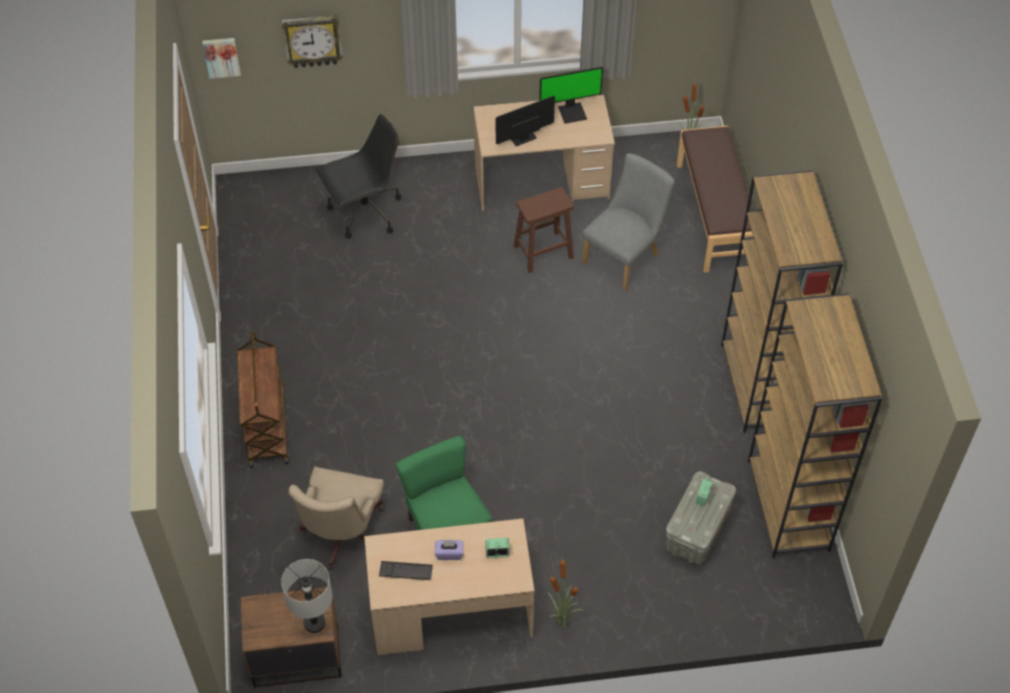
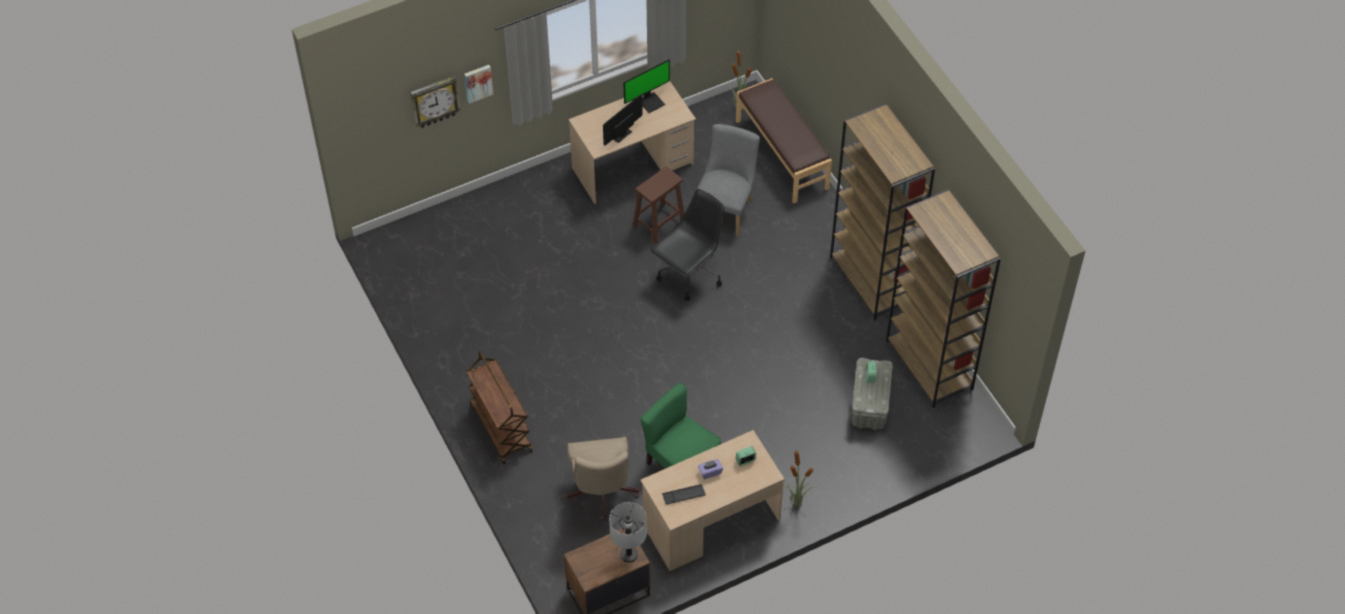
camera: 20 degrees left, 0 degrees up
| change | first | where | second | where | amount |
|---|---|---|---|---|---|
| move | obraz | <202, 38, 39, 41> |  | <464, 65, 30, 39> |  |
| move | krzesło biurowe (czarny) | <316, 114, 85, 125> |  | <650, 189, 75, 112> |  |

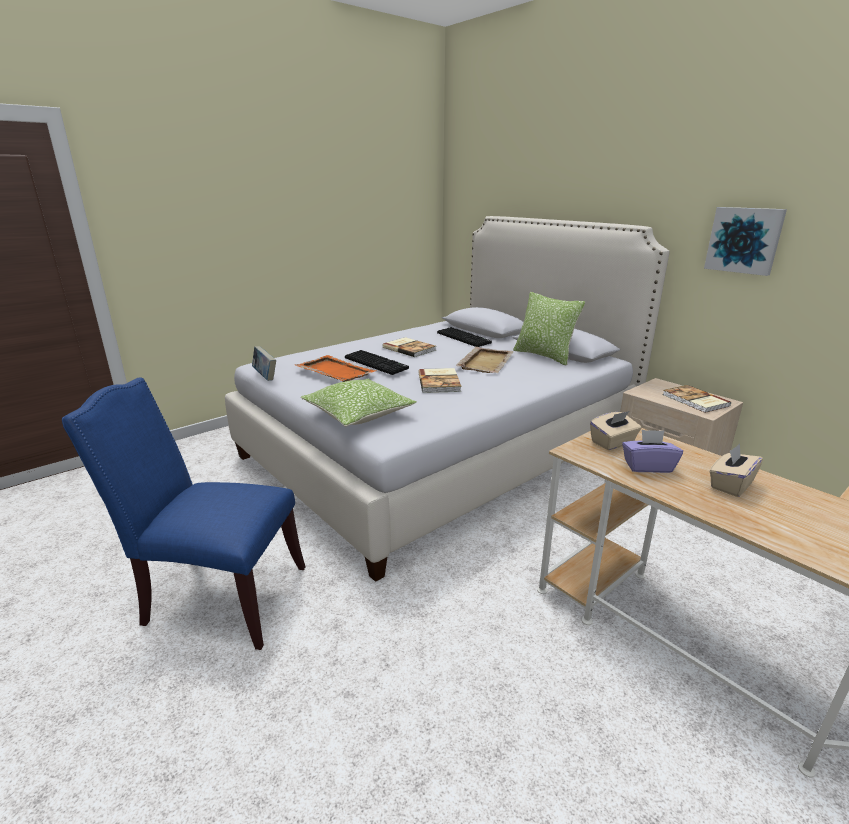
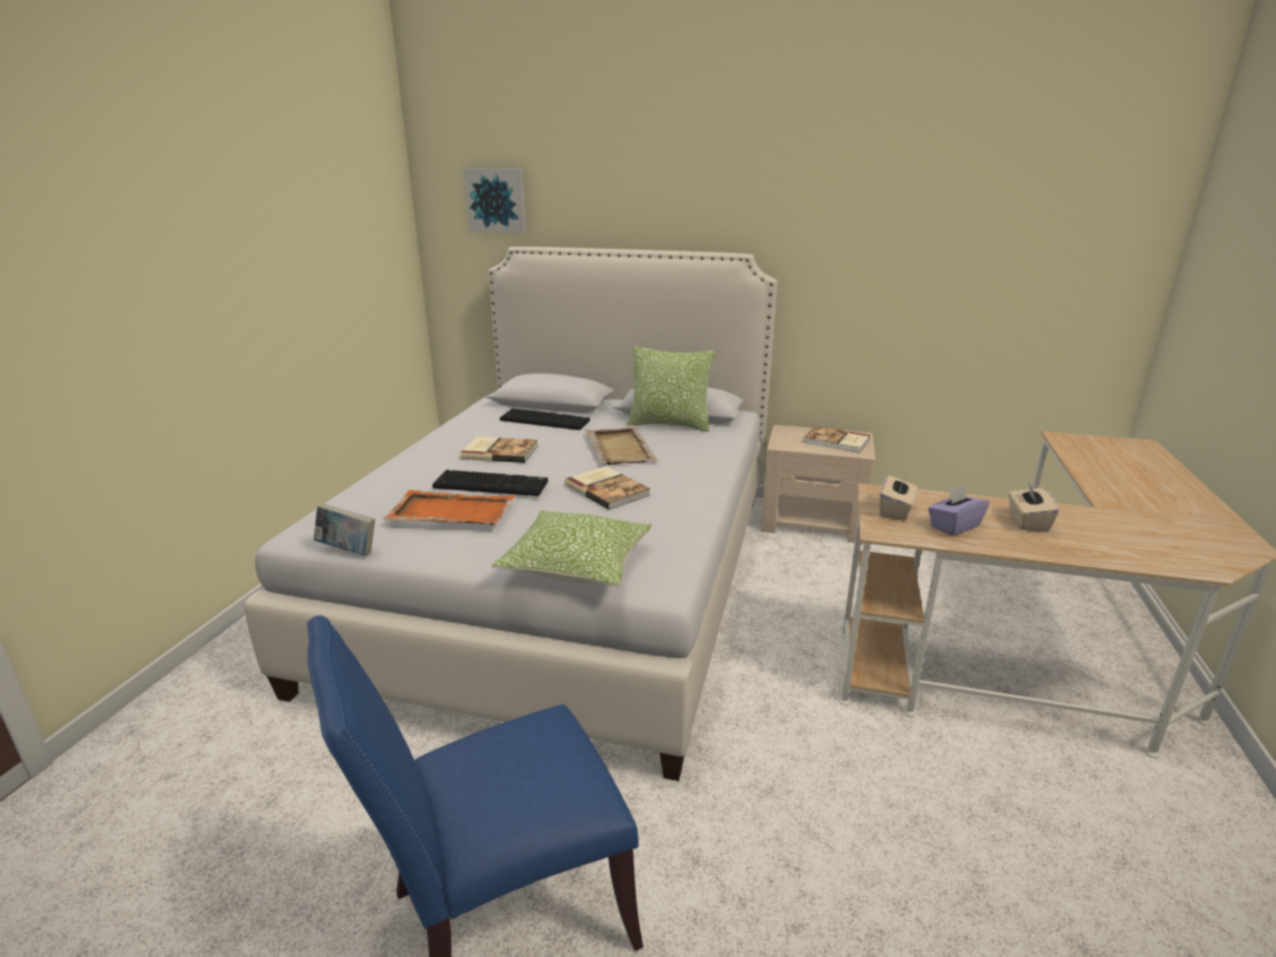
camera: 35 degrees left, 0 degrees up
| change | first | where | second | where | amount |
|---|---|---|---|---|---|
| move | obraz | <704, 207, 83, 69> |  | <464, 168, 62, 65> |  |

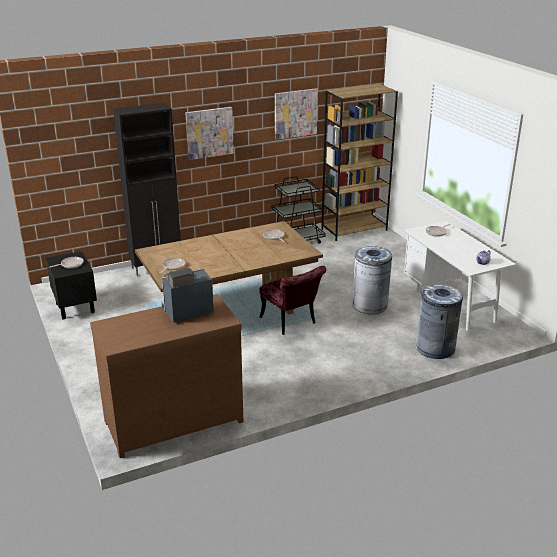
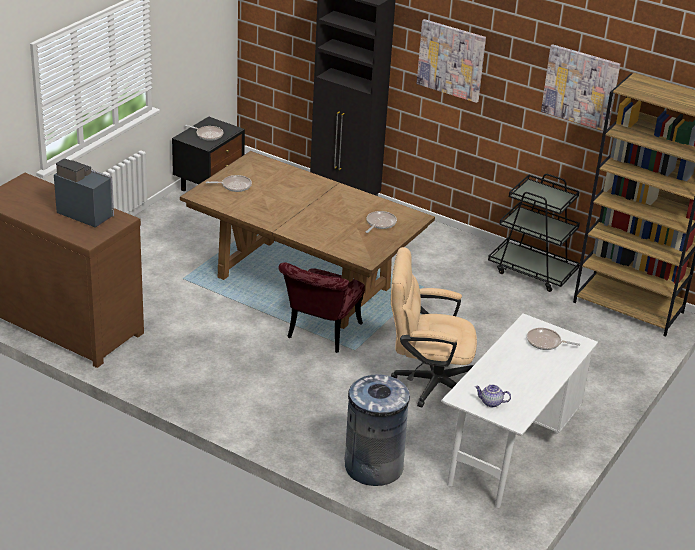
camera: 55 degrees right, 5 degrees up
| change | first | where | second | where | amount |
|---|---|---|---|---|---|
| replace | kosz na śmieci (szary) | <352, 246, 40, 68> | krzesło biurowe (beżowy) | <391, 247, 86, 160> |  |

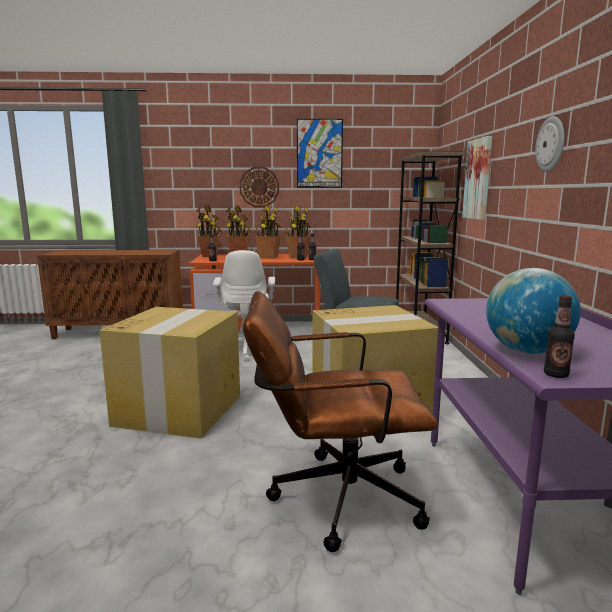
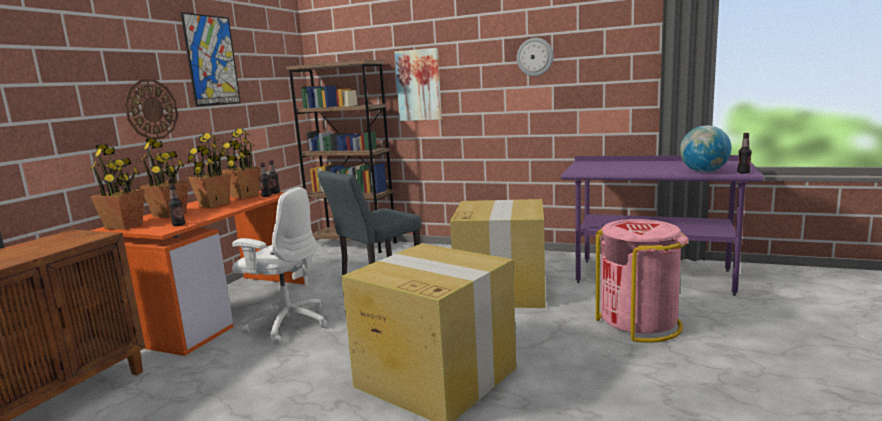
camera: 65 degrees left, 0 degrees up
| change | first | where | second | where | amount |
|---|---|---|---|---|---|
| replace | krzesło biurowe (brązowy) | <243, 291, 194, 261> | kosz na śmieci (różowy) | <595, 219, 94, 124> |  |

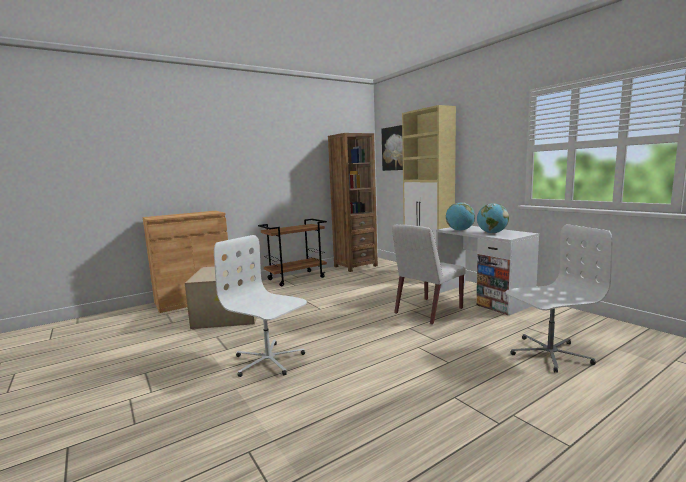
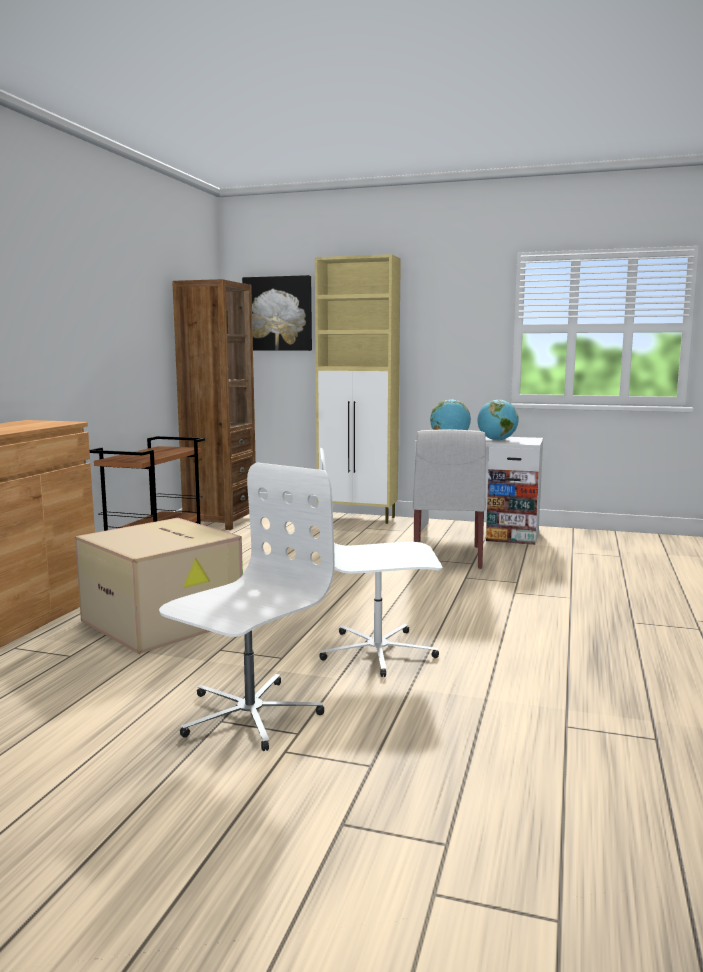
camera: 40 degrees left, 0 degrees up
| change | first | where | second | where | amount |
|---|---|---|---|---|---|
| move | krzesło biurowe (biały) | <506, 224, 107, 149> |  | <159, 462, 176, 289> |  |

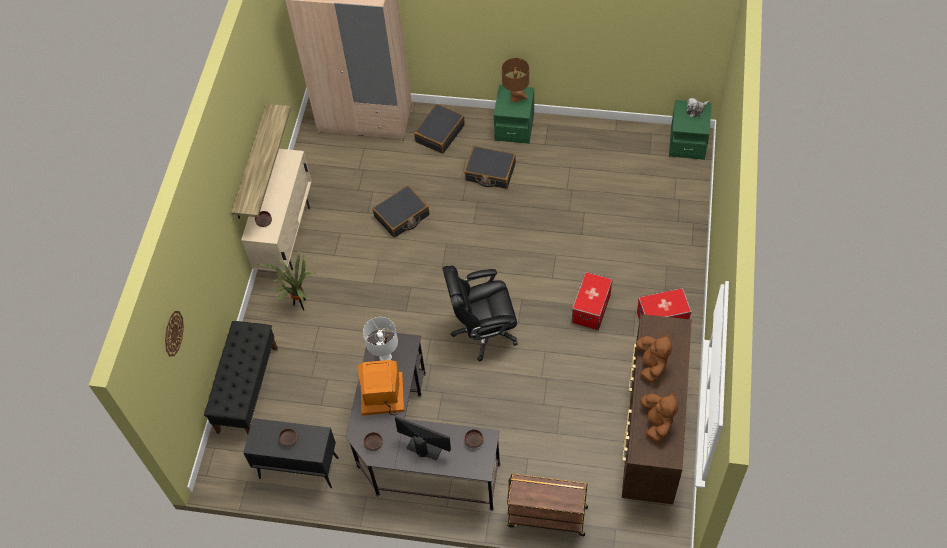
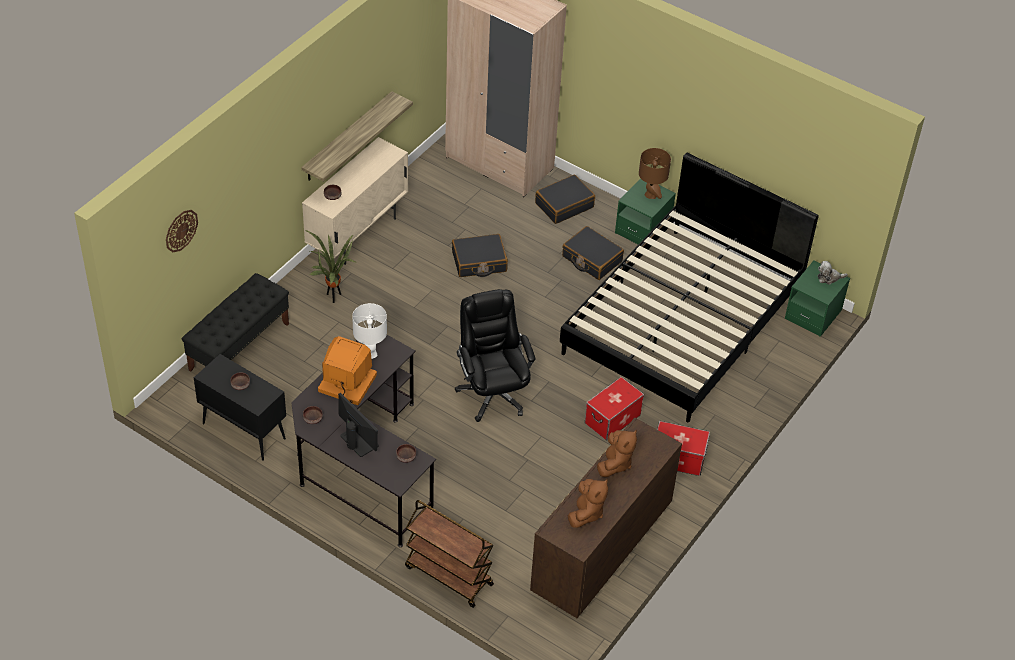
camera: 20 degrees right, 10 degrees down
| change | first | where | second | where | amount |
|---|---|---|---|---|---|
| rotate | krzesło biurowe (czarny) | <442, 266, 76, 95> |  | <455, 289, 80, 133> | 60 degrees clockwise |
| insert |  |  | łóżko (czarny) | <560, 153, 259, 269> |  |

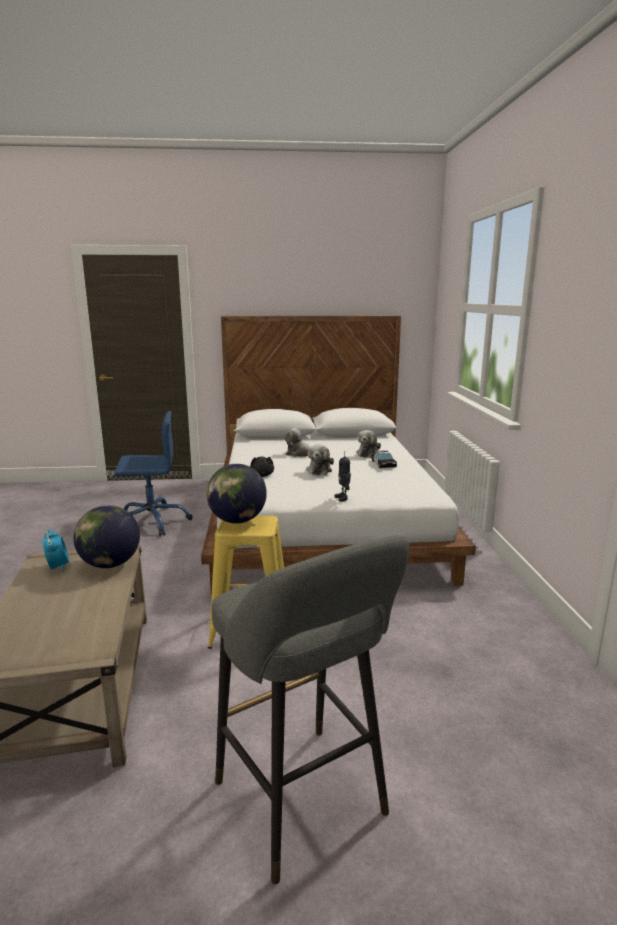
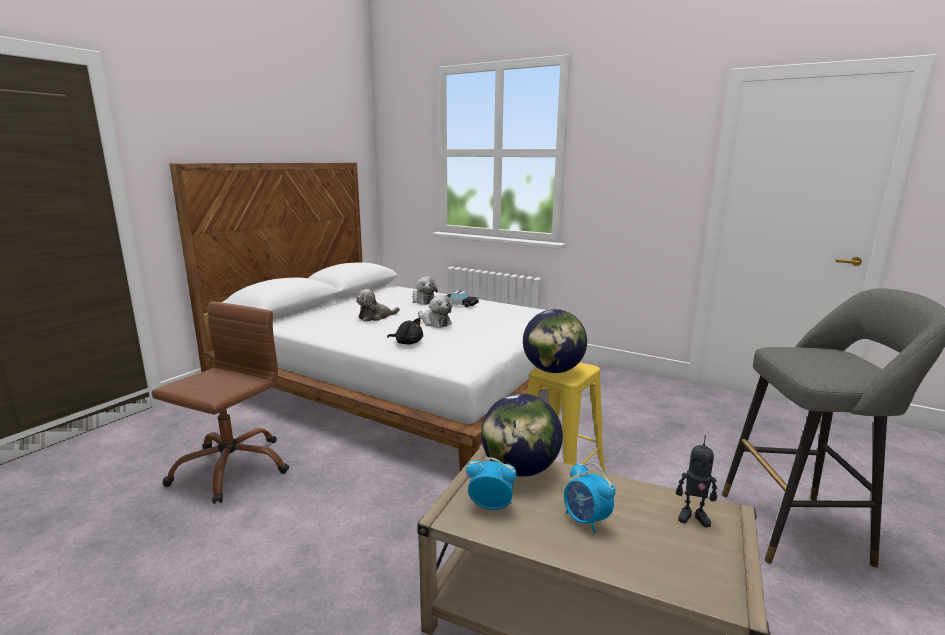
camera: 55 degrees left, 0 degrees up
| change | first | where | second | where | amount |
|---|---|---|---|---|---|
| recolor | krzesło biurowe (niebieski) | <114, 411, 79, 126> | krzesło biurowe (brązowy) | <152, 302, 137, 202> |  |
| move | robot zabawkowy | <335, 451, 16, 51> |  | <676, 435, 41, 92> |  |
| insert |  |  | budzik | <564, 463, 51, 71> |  |

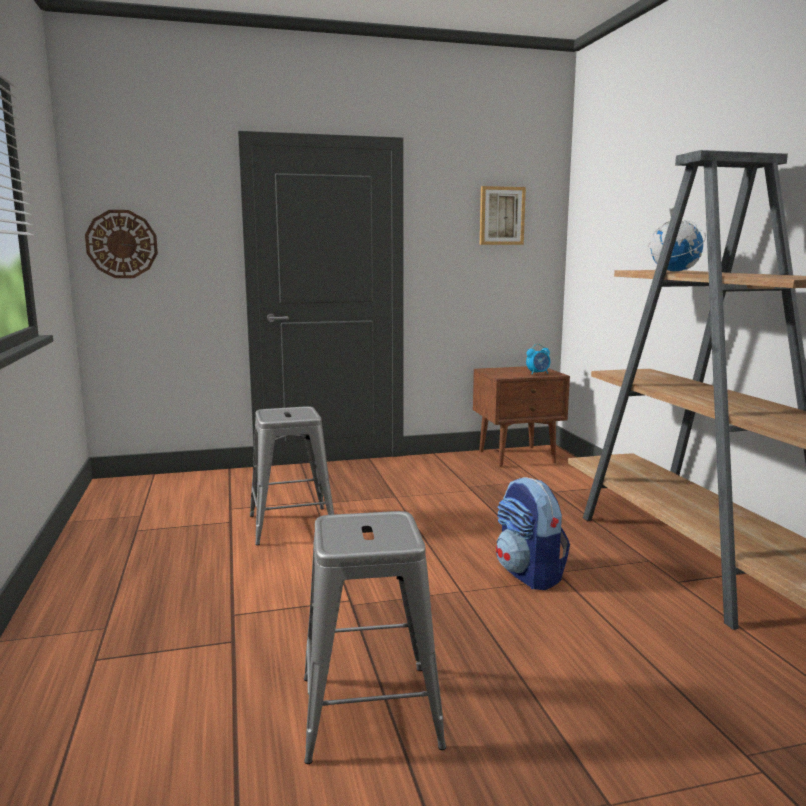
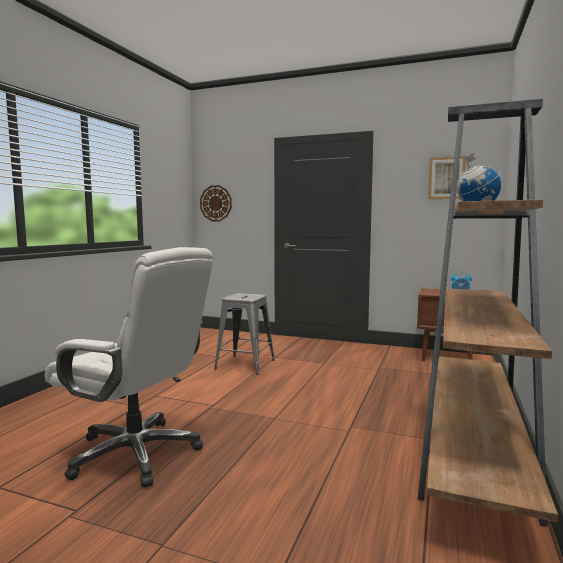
camera: 35 degrees right, 5 degrees down
| change | first | where | second | where | amount |
|---|---|---|---|---|---|
| delete | plecak | <496, 477, 74, 113> |  |  |  |
| replace | stołek (szary) | <304, 511, 142, 253> | krzesło biurowe (biały) | <45, 247, 168, 241> |  |

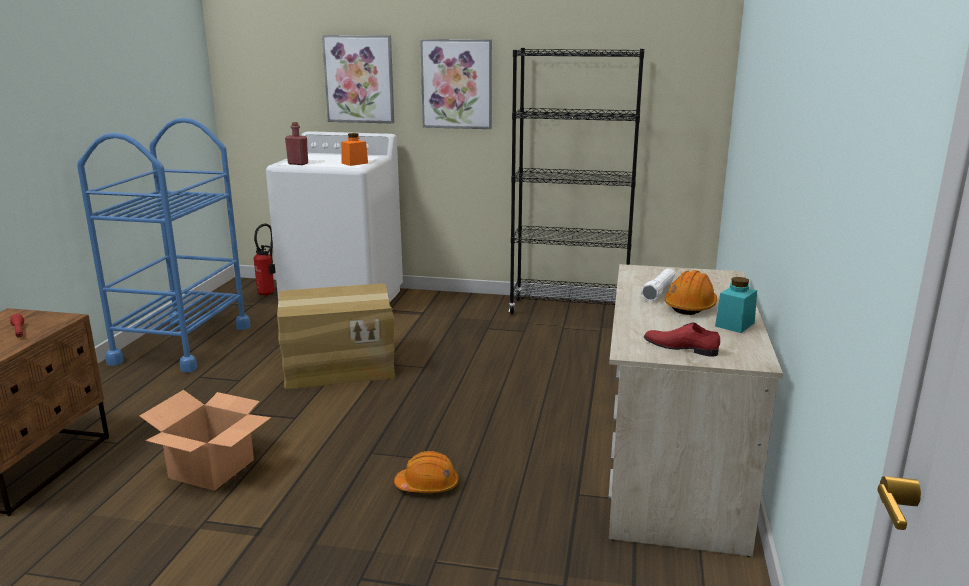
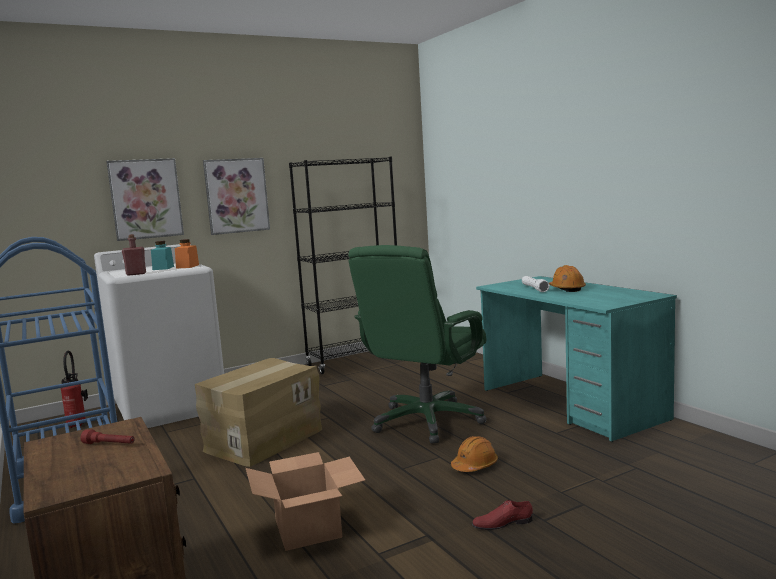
camera: 40 degrees left, 10 degrees down
| change | first | where | second | where | amount |
|---|---|---|---|---|---|
| recolor | biurko (beżowy) | <608, 264, 175, 293> | biurko (turkusowy) | <476, 276, 201, 166> |  |
| move | słoik (turkusowy) | <715, 277, 42, 56> |  | <151, 241, 23, 29> |  |
| move | but (czerwony) | <644, 322, 76, 35> |  | <472, 500, 61, 30> |  |
| insert |  |  | krzesło biurowe (zielony) | <348, 245, 139, 199> |  |

